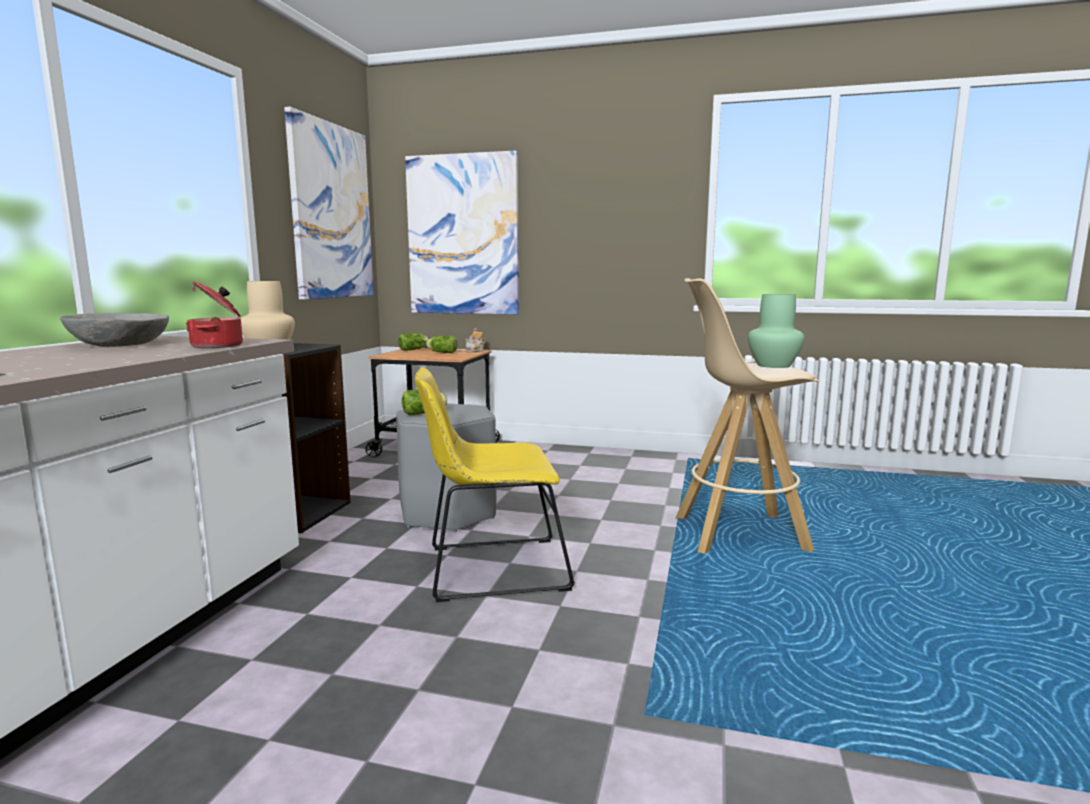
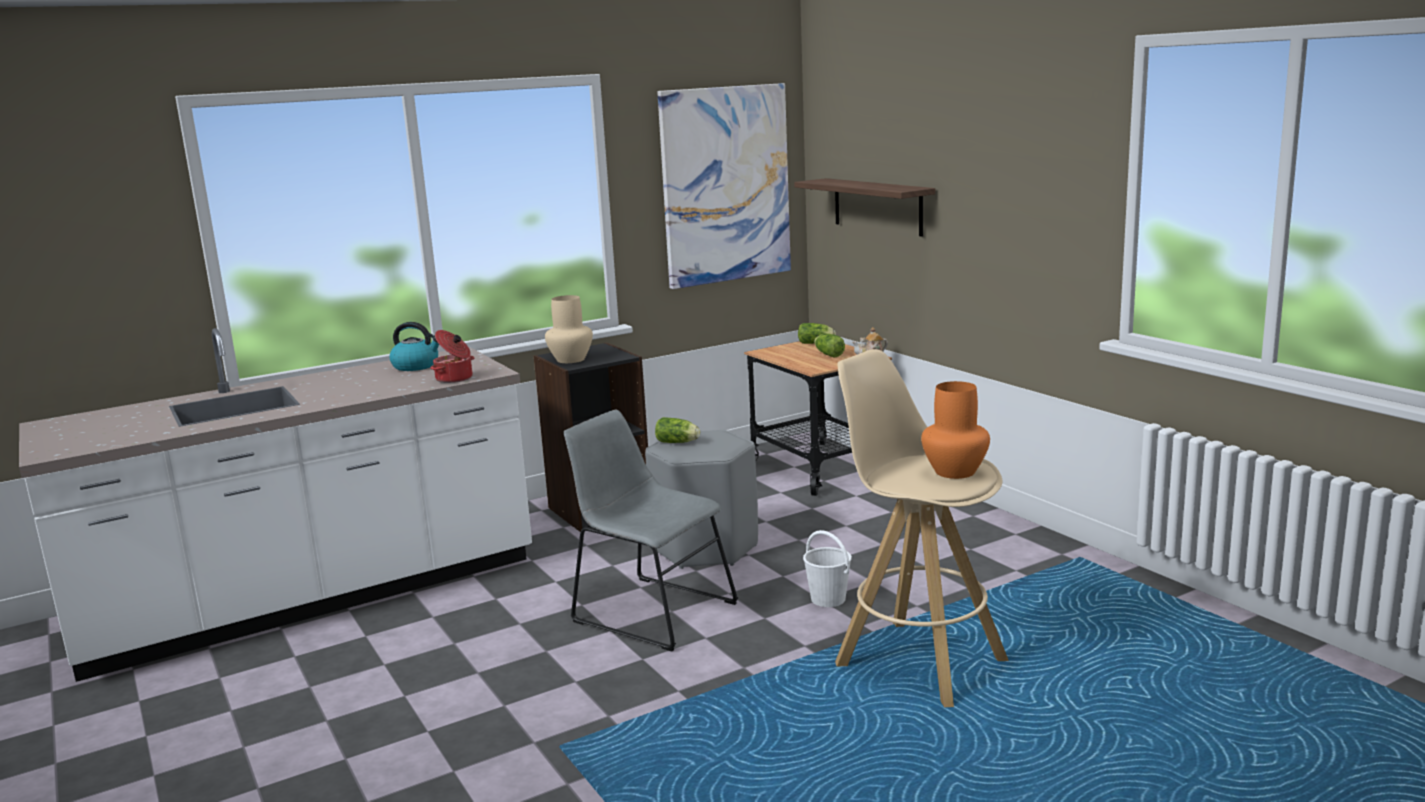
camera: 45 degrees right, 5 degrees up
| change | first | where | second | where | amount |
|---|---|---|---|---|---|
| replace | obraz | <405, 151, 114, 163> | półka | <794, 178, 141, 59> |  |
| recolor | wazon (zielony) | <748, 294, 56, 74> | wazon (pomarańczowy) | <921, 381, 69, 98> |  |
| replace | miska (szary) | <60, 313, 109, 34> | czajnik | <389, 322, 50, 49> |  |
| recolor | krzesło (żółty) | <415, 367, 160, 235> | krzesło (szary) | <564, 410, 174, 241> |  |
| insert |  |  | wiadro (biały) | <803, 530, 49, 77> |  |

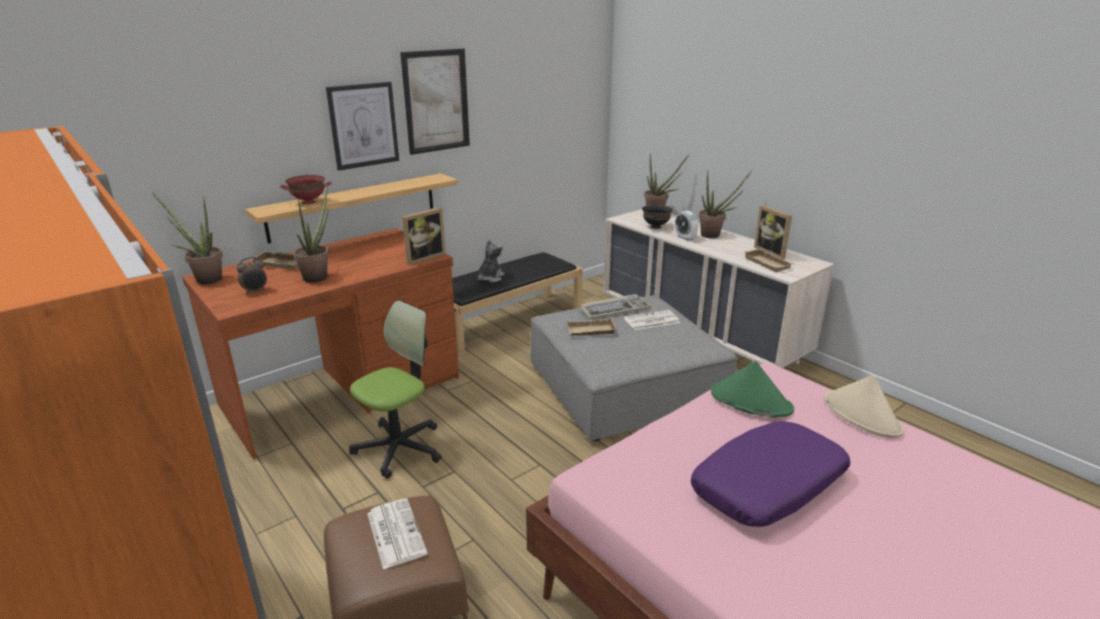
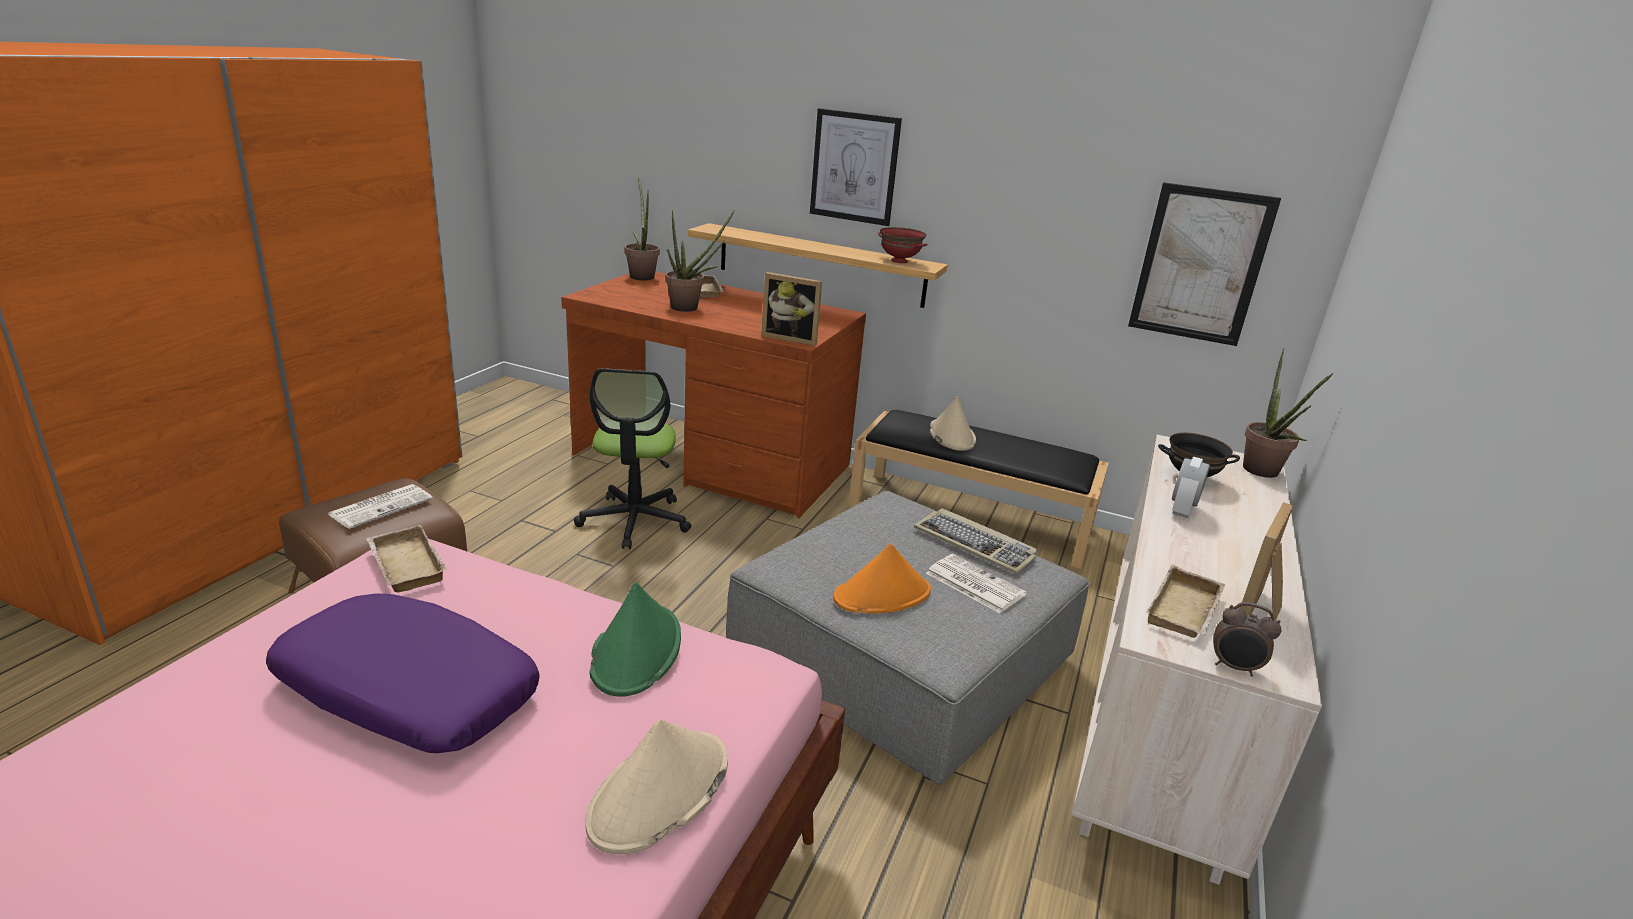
camera: 60 degrees right, 0 degrees up
| change | first | where | second | where | amount |
|---|---|---|---|---|---|
| move | obraz | <400, 49, 70, 106> |  | <1128, 182, 153, 164> |  |
| delete | roślina doniczkowa | <699, 170, 53, 68> |  |  |  |
| move | miska (czerwony) | <280, 175, 52, 29> |  | <878, 227, 49, 36> |  |
| replace | pluszak | <478, 240, 26, 42> | kapelusz (beżowy) | <930, 396, 46, 55> |  |
| move | budzik | <237, 257, 30, 37> |  | <1213, 602, 68, 75> |  |
| rotate | krzesło biurowe | <349, 301, 93, 177> |  | <574, 368, 117, 181> | 75 degrees clockwise |
| move | taca (beżowy) | <566, 318, 51, 18> |  | <366, 525, 81, 68> |  |
| insert |  |  | kapelusz (pomarańczowy) | <833, 544, 98, 70> |  |

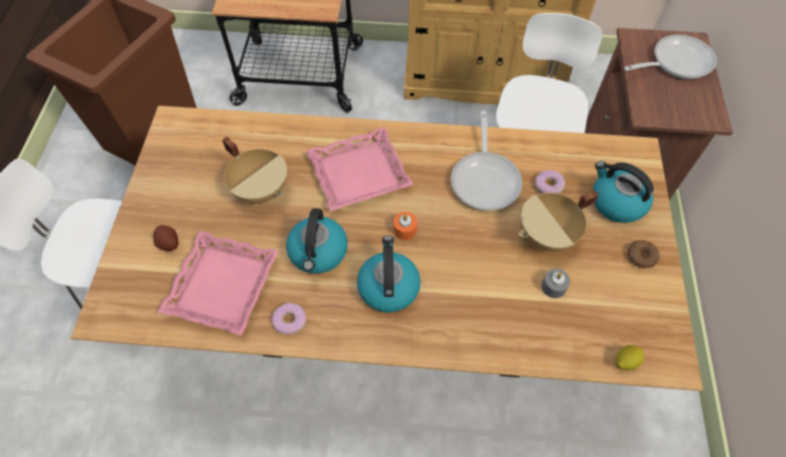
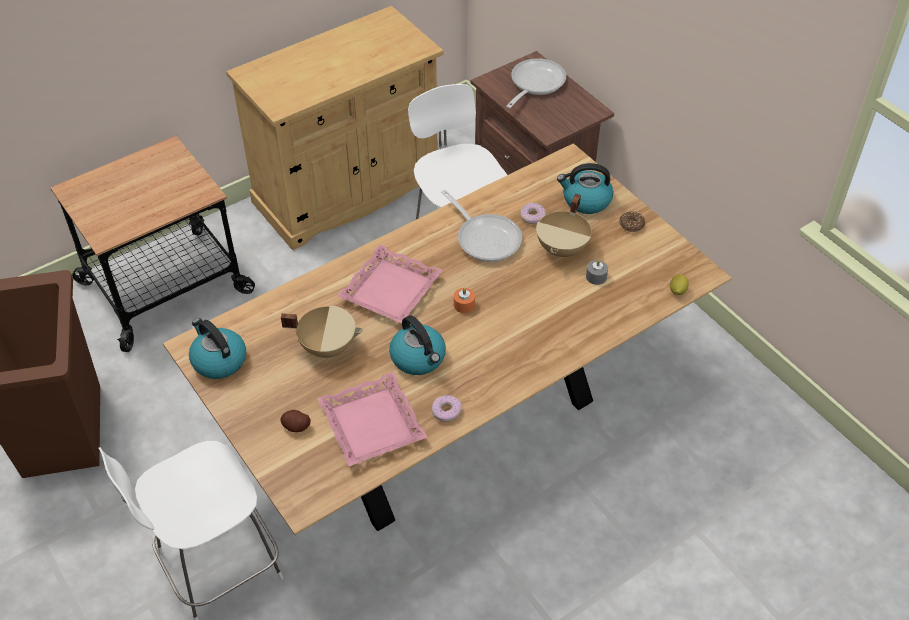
camera: 40 degrees left, 10 degrees down
| change | first | where | second | where | amount |
|---|---|---|---|---|---|
| move | czajnik | <357, 236, 64, 77> |  | <189, 318, 57, 61> |  |

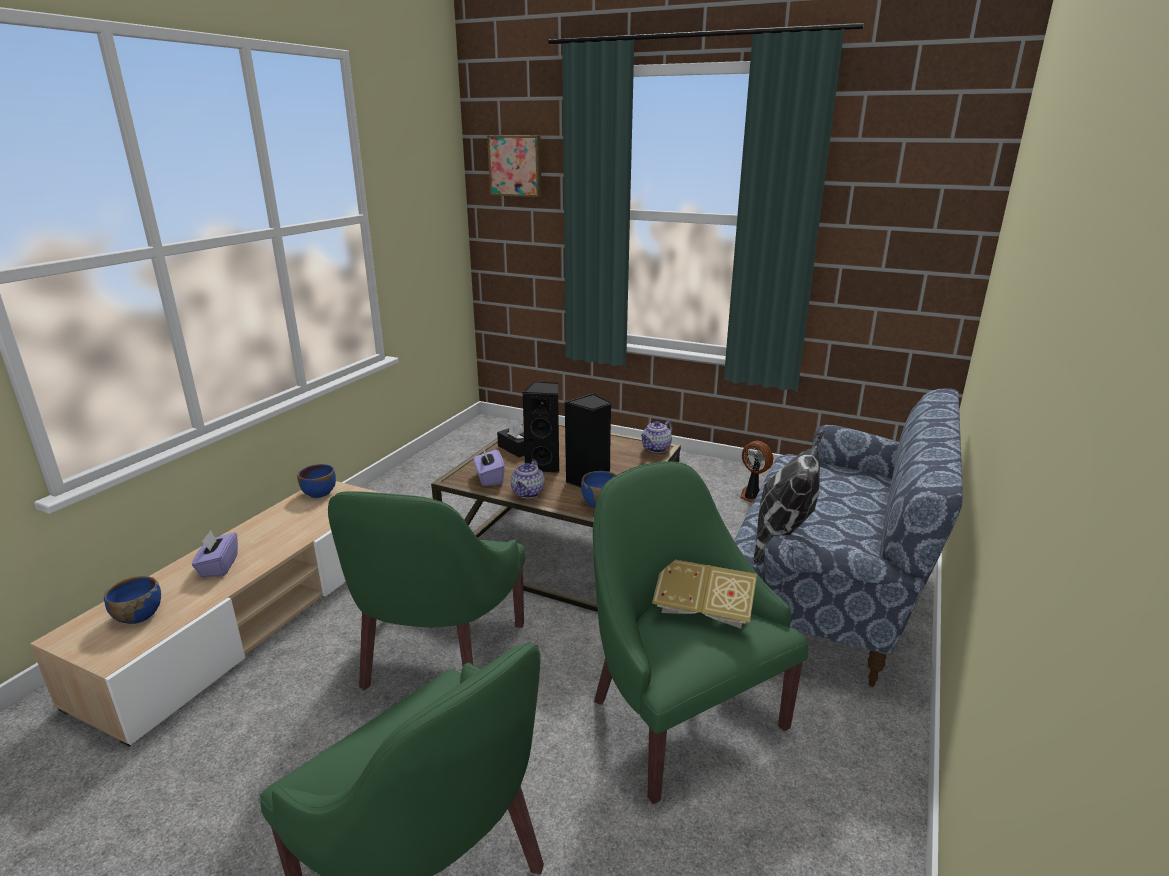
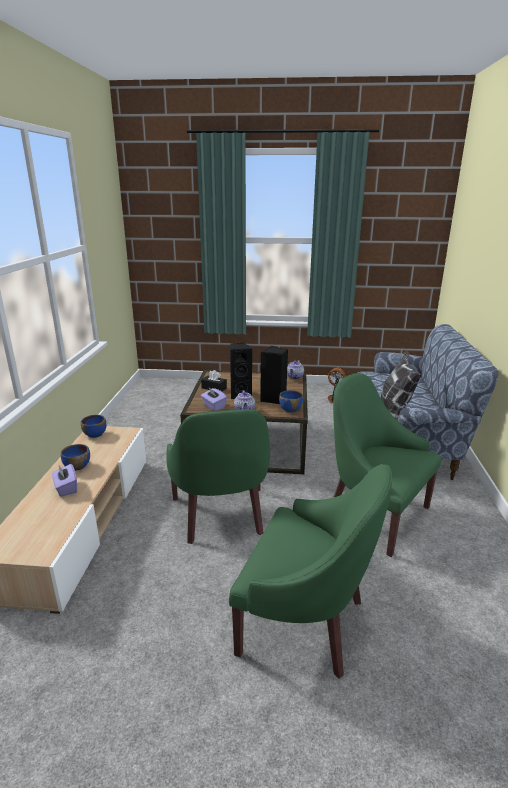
camera: 20 degrees left, 0 degrees up
| change | first | where | second | where | amount |
|---|---|---|---|---|---|
| delete | obraz | <487, 135, 55, 62> |  |  |  |
| delete | książka | <652, 560, 105, 69> |  |  |  |
| move | miska (niebieski) | <104, 576, 57, 48> |  | <61, 444, 29, 27> |  |

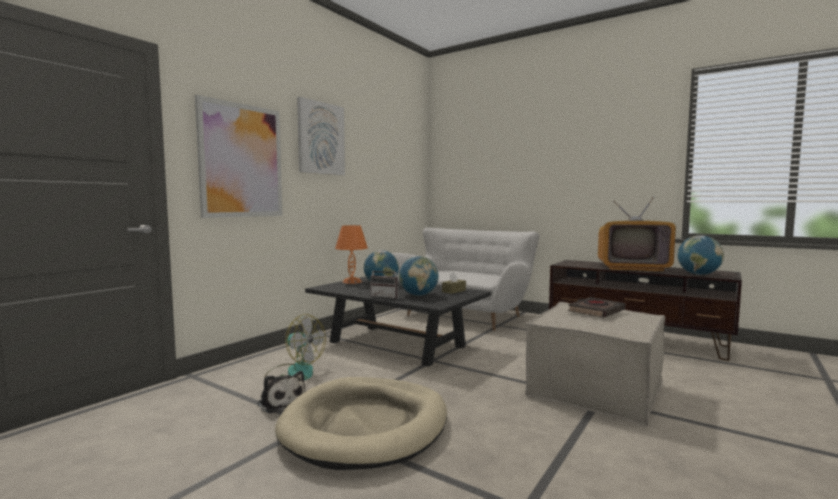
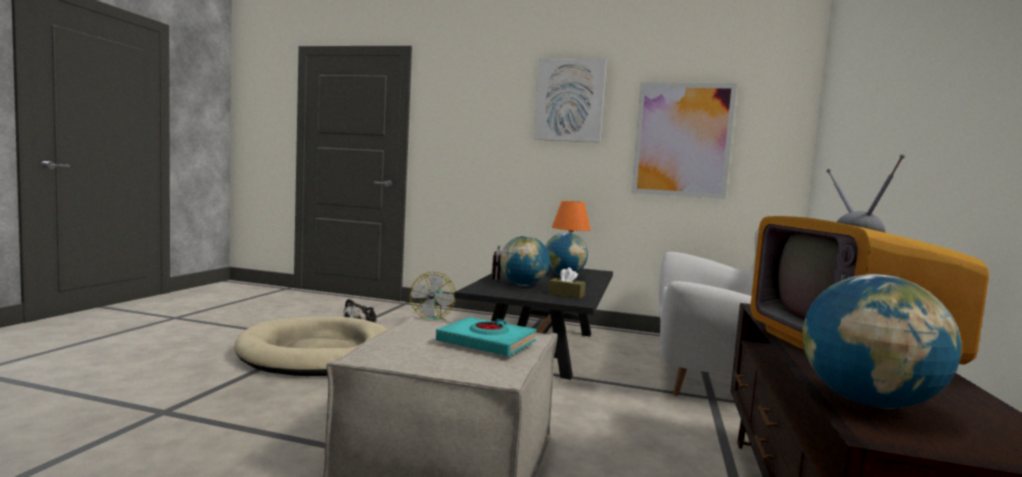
camera: 70 degrees right, 0 degrees up
| change | first | where | second | where | amount |
|---|---|---|---|---|---|
| move | obraz | <195, 95, 88, 123> |  | <632, 82, 105, 117> |  |
| recolor | książka (czarny) | <568, 297, 58, 21> | książka (turkusowy) | <436, 317, 101, 39> |  |

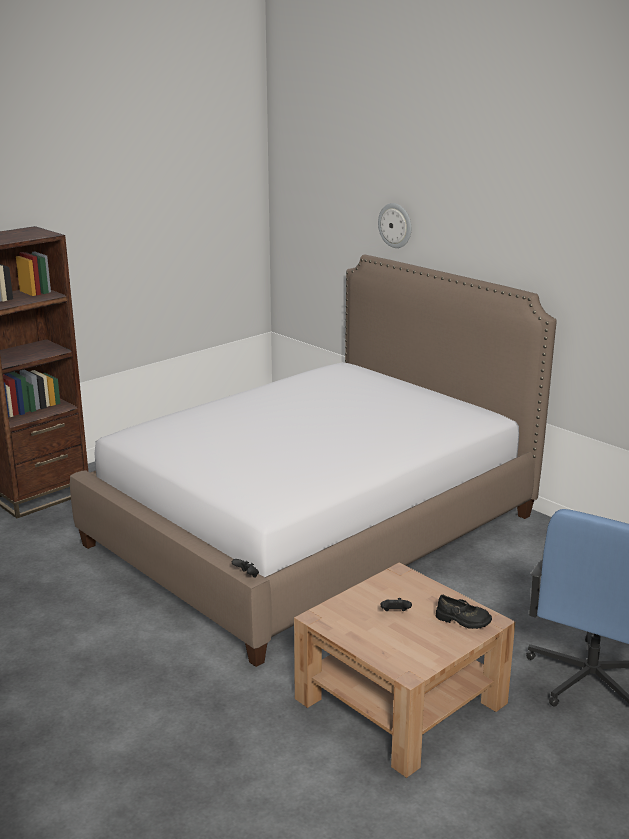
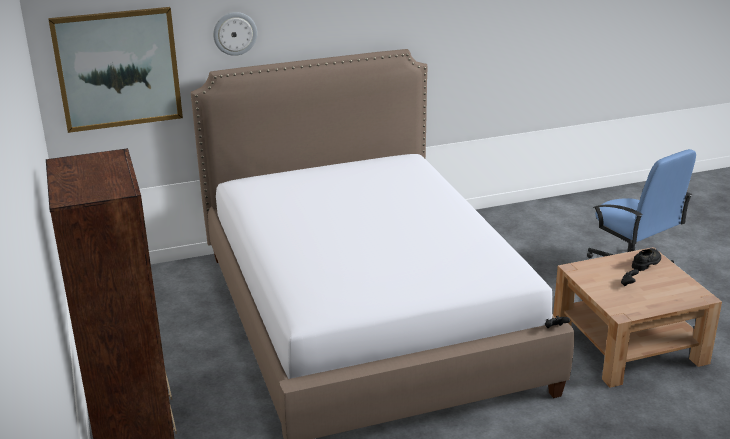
camera: 65 degrees left, 5 degrees up
| change | first | where | second | where | amount |
|---|---|---|---|---|---|
| insert |  |  | obraz | <48, 7, 135, 126> |  |

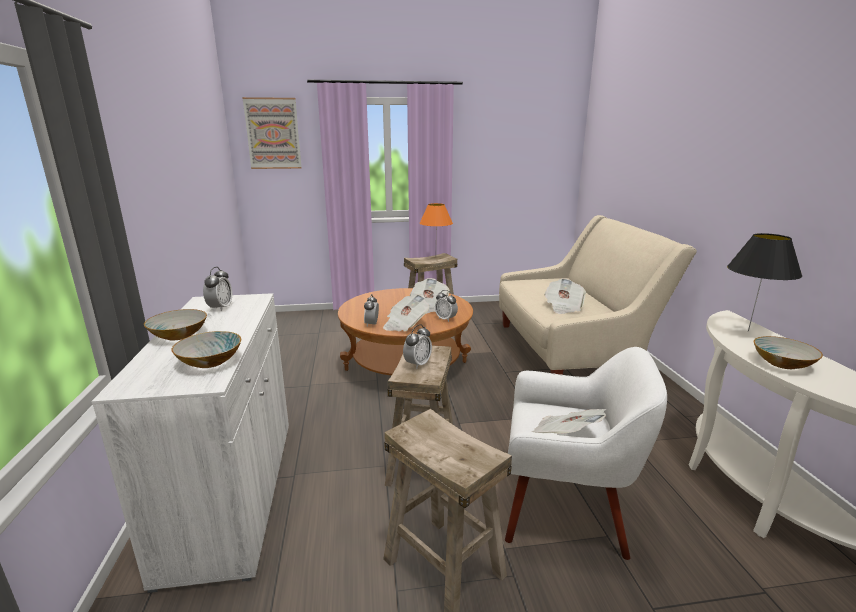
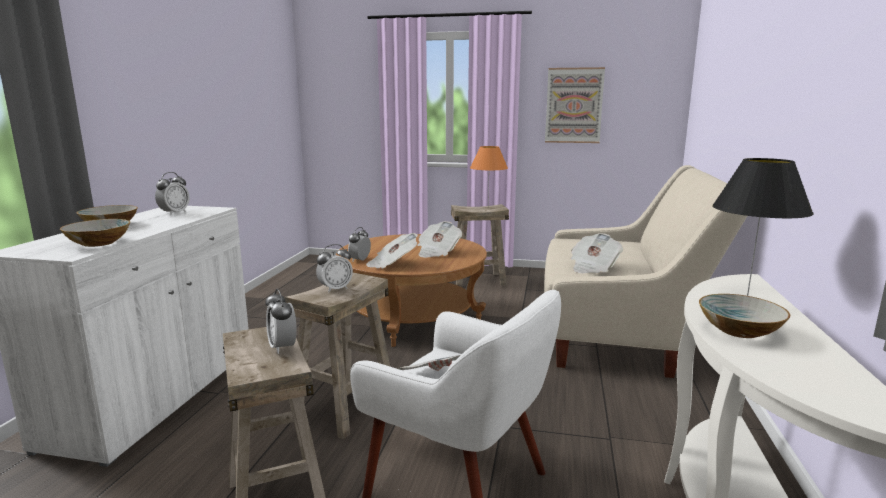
camera: 20 degrees right, 5 degrees down
| change | first | where | second | where | amount |
|---|---|---|---|---|---|
| move | obraz | <242, 97, 60, 72> |  | <545, 67, 60, 76> |  |
| move | budzik | <435, 290, 23, 32> |  | <265, 289, 32, 65> |  |

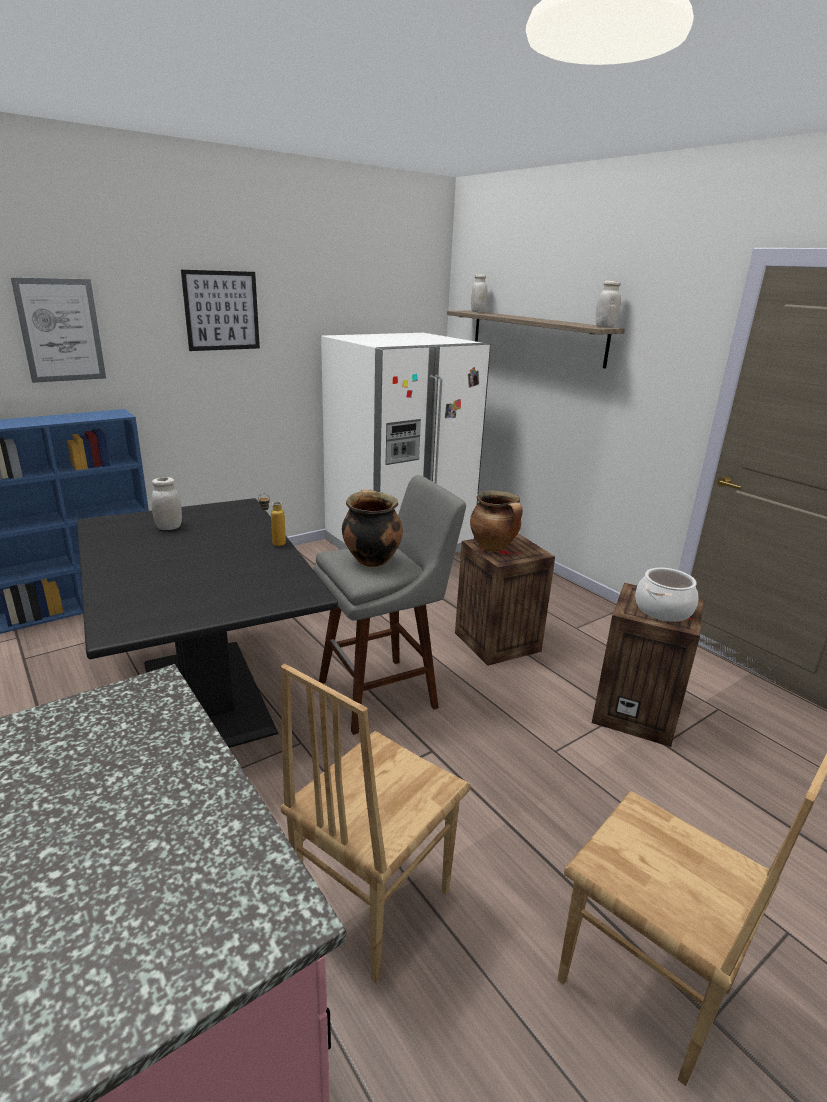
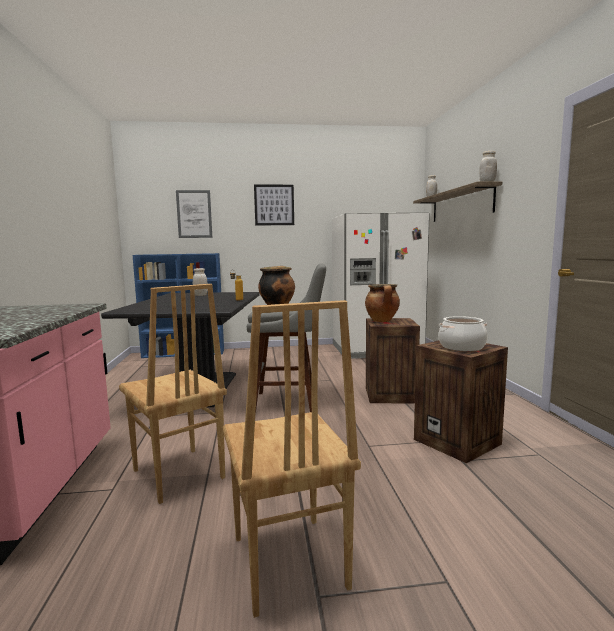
camera: 30 degrees right, 15 degrees down
| change | first | where | second | where | amount |
|---|---|---|---|---|---|
| rotate | krzesło (brązowy) | <281, 664, 190, 319> |  | <119, 284, 108, 220> | 105 degrees counterclockwise |

